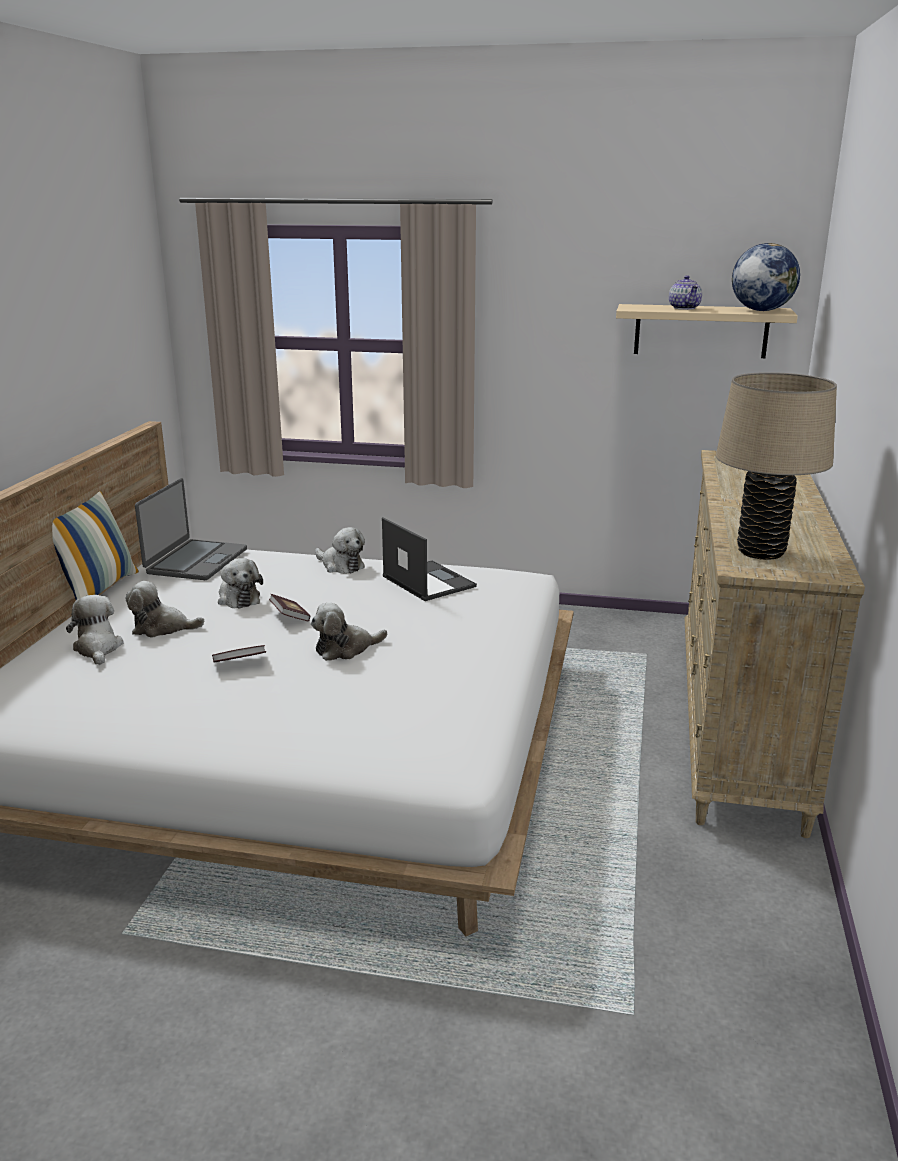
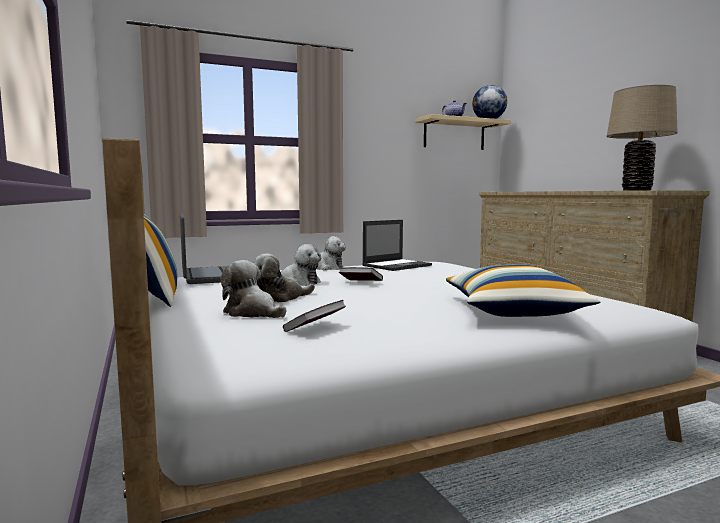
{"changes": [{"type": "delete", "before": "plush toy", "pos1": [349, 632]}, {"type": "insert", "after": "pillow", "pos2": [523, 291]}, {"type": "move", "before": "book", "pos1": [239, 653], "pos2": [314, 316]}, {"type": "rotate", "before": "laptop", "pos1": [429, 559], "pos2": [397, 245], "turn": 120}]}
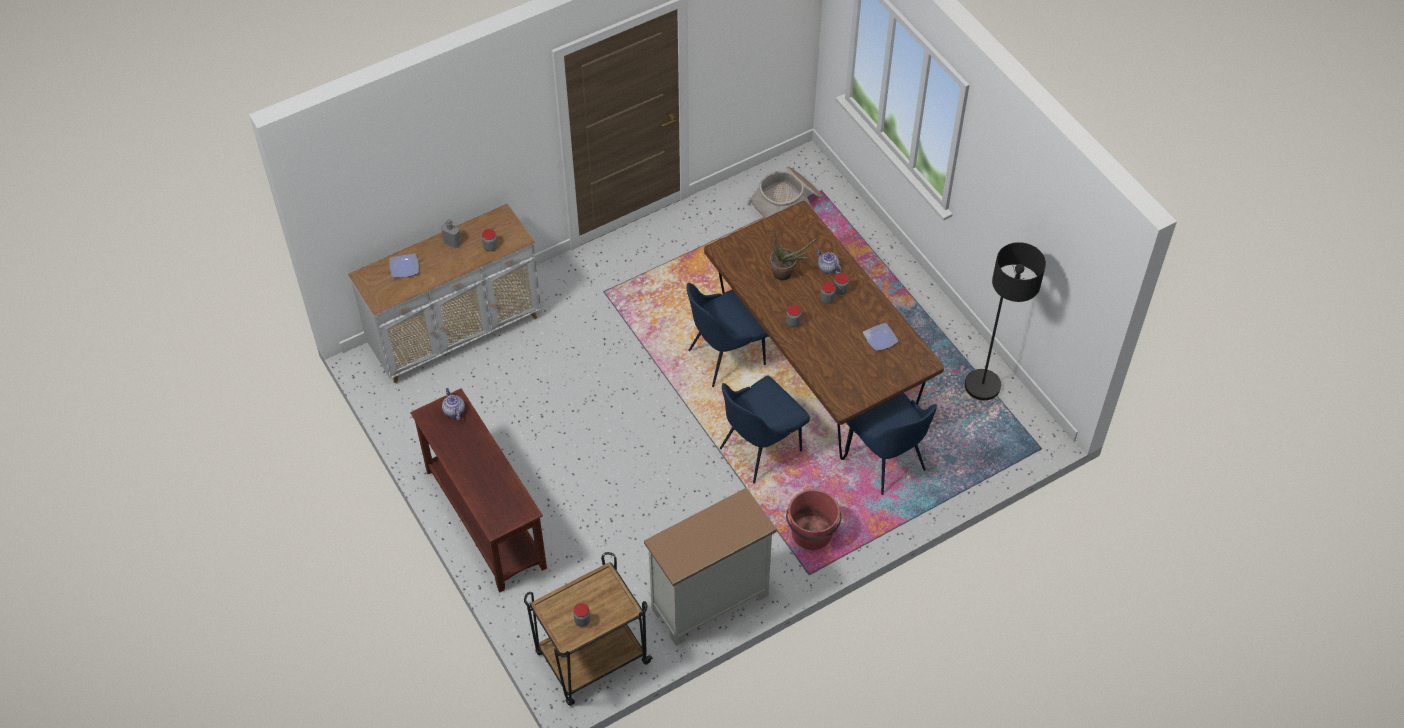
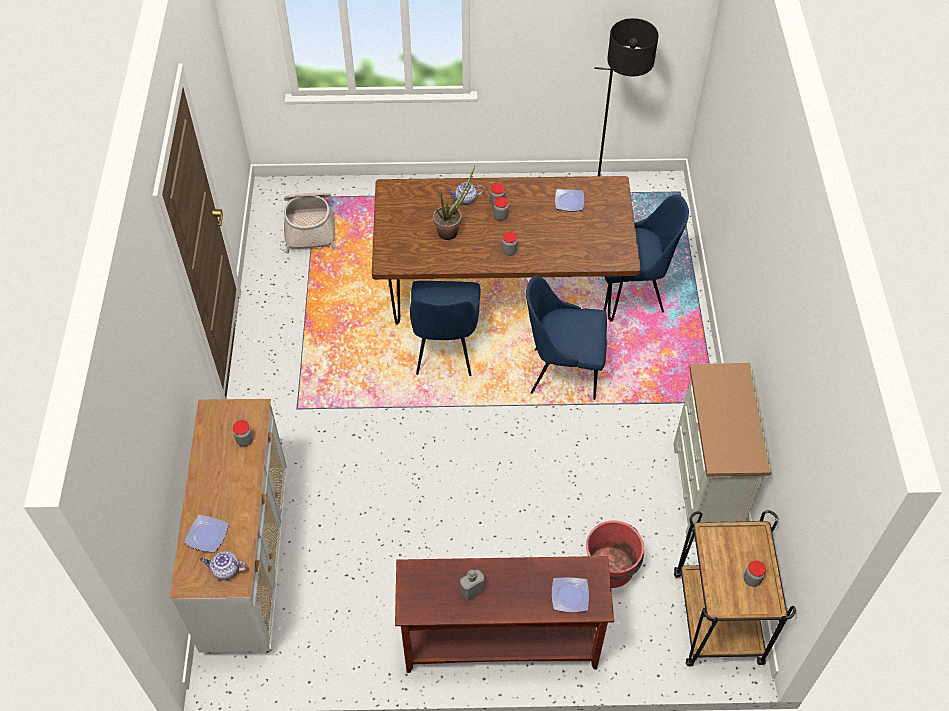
{"changes": [{"type": "insert", "after": "plate", "pos2": [570, 595]}, {"type": "move", "before": "grey bottle", "pos1": [451, 233], "pos2": [472, 585]}, {"type": "move", "before": "teapot", "pos1": [453, 404], "pos2": [223, 565]}, {"type": "move", "before": "red bucket", "pos1": [814, 519], "pos2": [615, 554]}, {"type": "rotate", "before": "blue chair", "pos1": [765, 429], "pos2": [566, 338], "turn": 105}]}
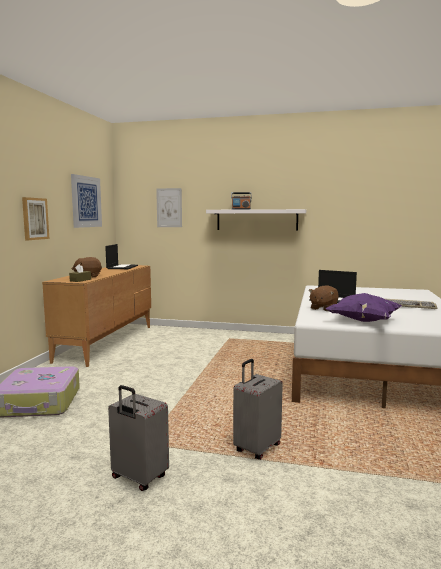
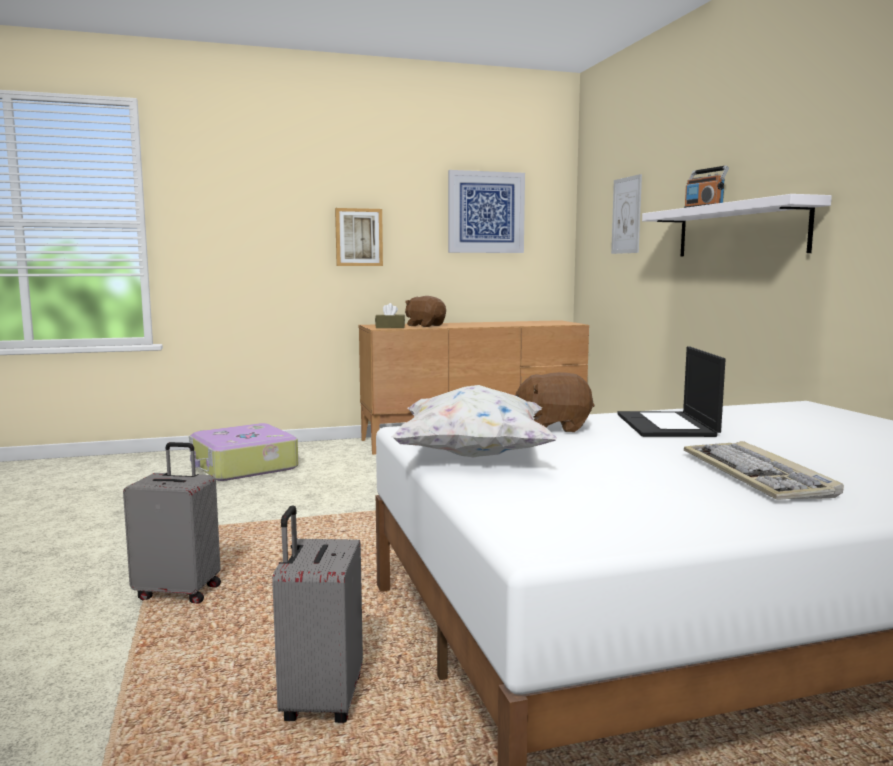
{"changes": [{"type": "delete", "before": "laptop", "pos1": [121, 256]}, {"type": "move", "before": "grey suitcase", "pos1": [138, 438], "pos2": [317, 614]}, {"type": "recolor", "before": "purple pillow", "after": "white pillow", "pos1": [363, 307], "pos2": [474, 421]}]}
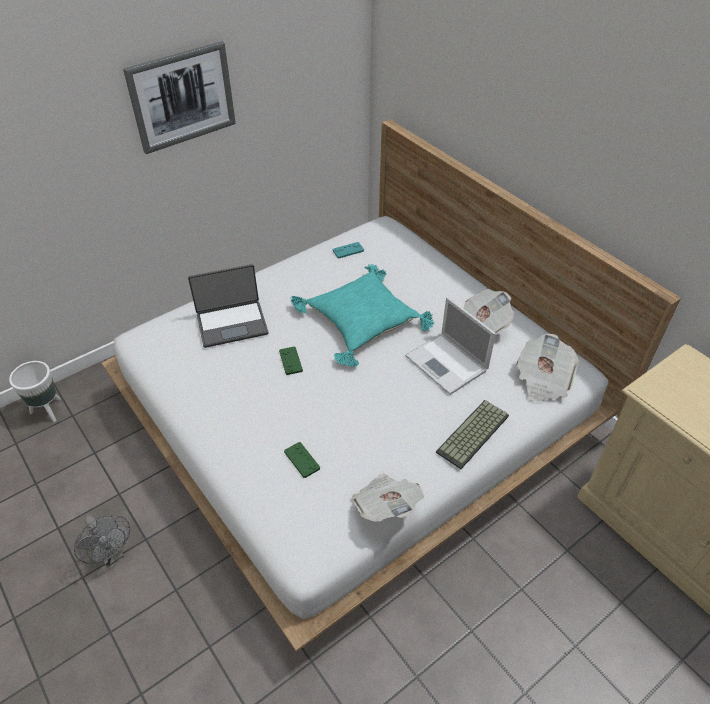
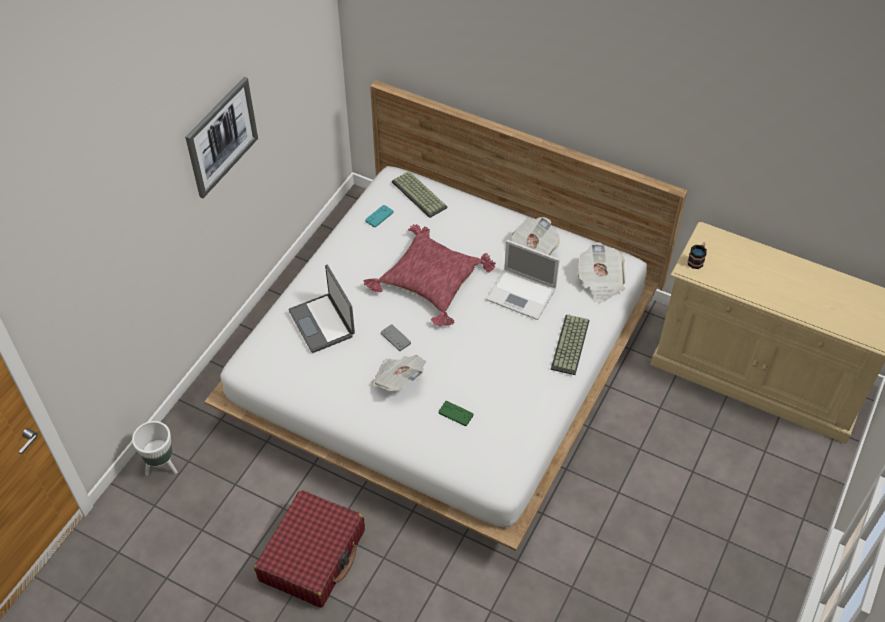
{"changes": [{"type": "insert", "after": "keyboard", "pos2": [419, 194]}, {"type": "insert", "after": "mug", "pos2": [697, 255]}, {"type": "move", "before": "newspaper", "pos1": [388, 498], "pos2": [399, 373]}, {"type": "replace", "before": "grey fan", "after": "red suitcase", "pos1": [102, 541], "pos2": [309, 549]}, {"type": "recolor", "before": "green game controller", "after": "grey game controller", "pos1": [291, 360], "pos2": [396, 337]}, {"type": "recolor", "before": "turquoise pillow", "after": "red pillow", "pos1": [363, 315], "pos2": [430, 275]}, {"type": "rotate", "before": "laptop", "pos1": [228, 306], "pos2": [321, 309], "turn": 105}]}
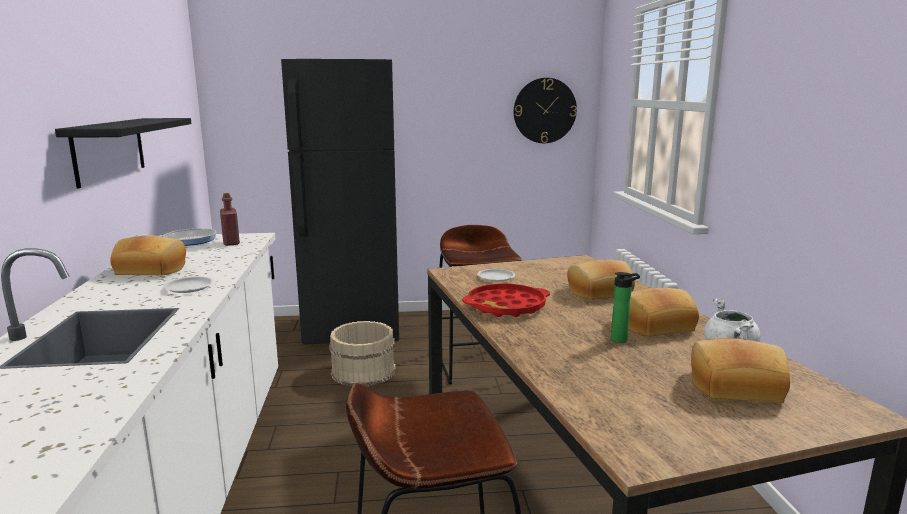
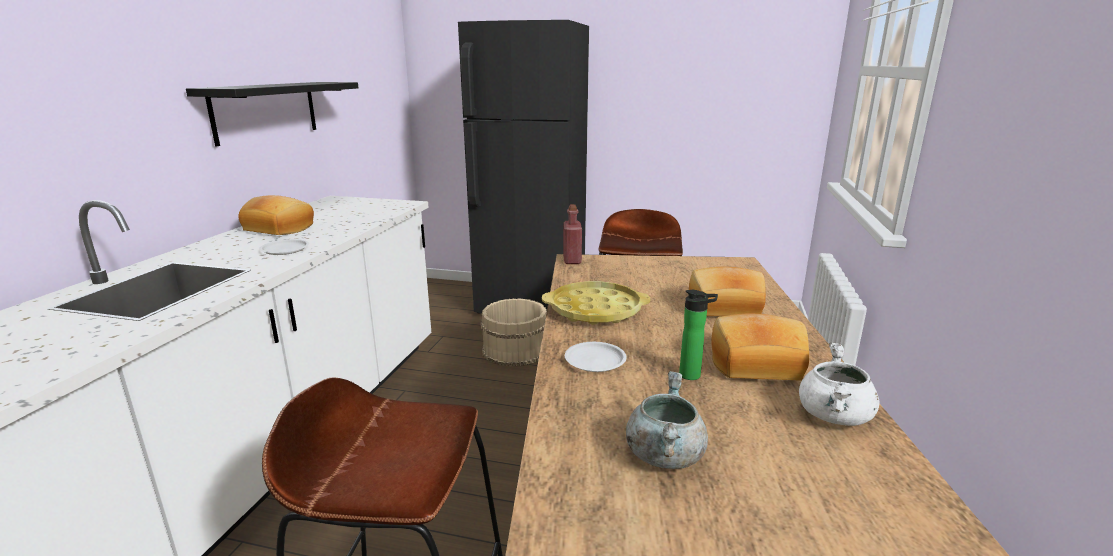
{"changes": [{"type": "delete", "before": "frying pan", "pos1": [175, 237]}, {"type": "delete", "before": "wall clock", "pos1": [545, 110]}, {"type": "delete", "before": "bread", "pos1": [740, 370]}, {"type": "insert", "after": "grey cooking pot", "pos2": [667, 420]}, {"type": "move", "before": "red bottle", "pos1": [230, 219], "pos2": [572, 234]}, {"type": "move", "before": "white plate", "pos1": [496, 275], "pos2": [596, 357]}, {"type": "recolor", "before": "red tray", "after": "yellow tray", "pos1": [506, 300], "pos2": [596, 303]}]}
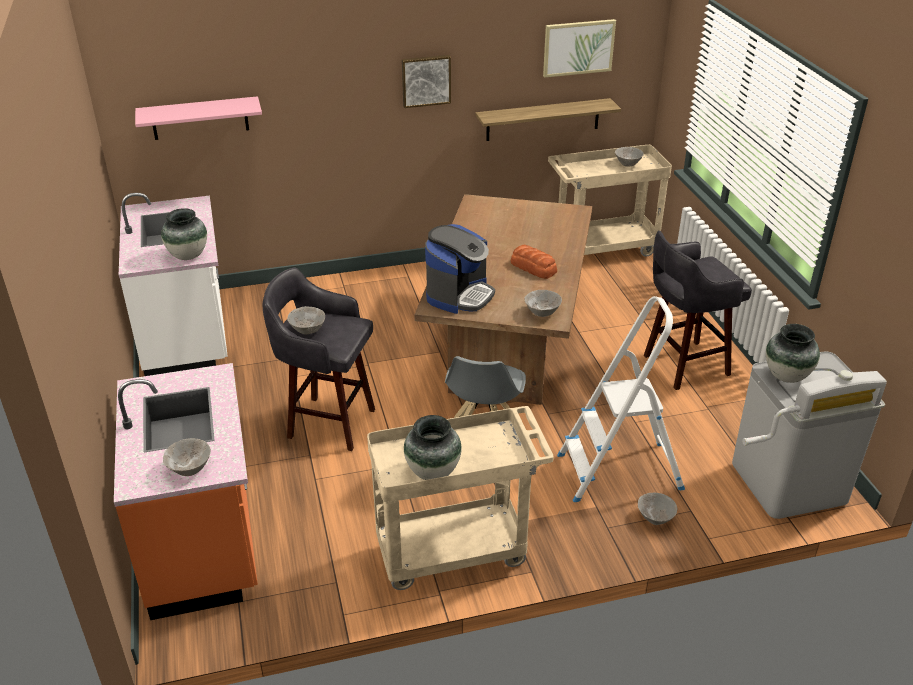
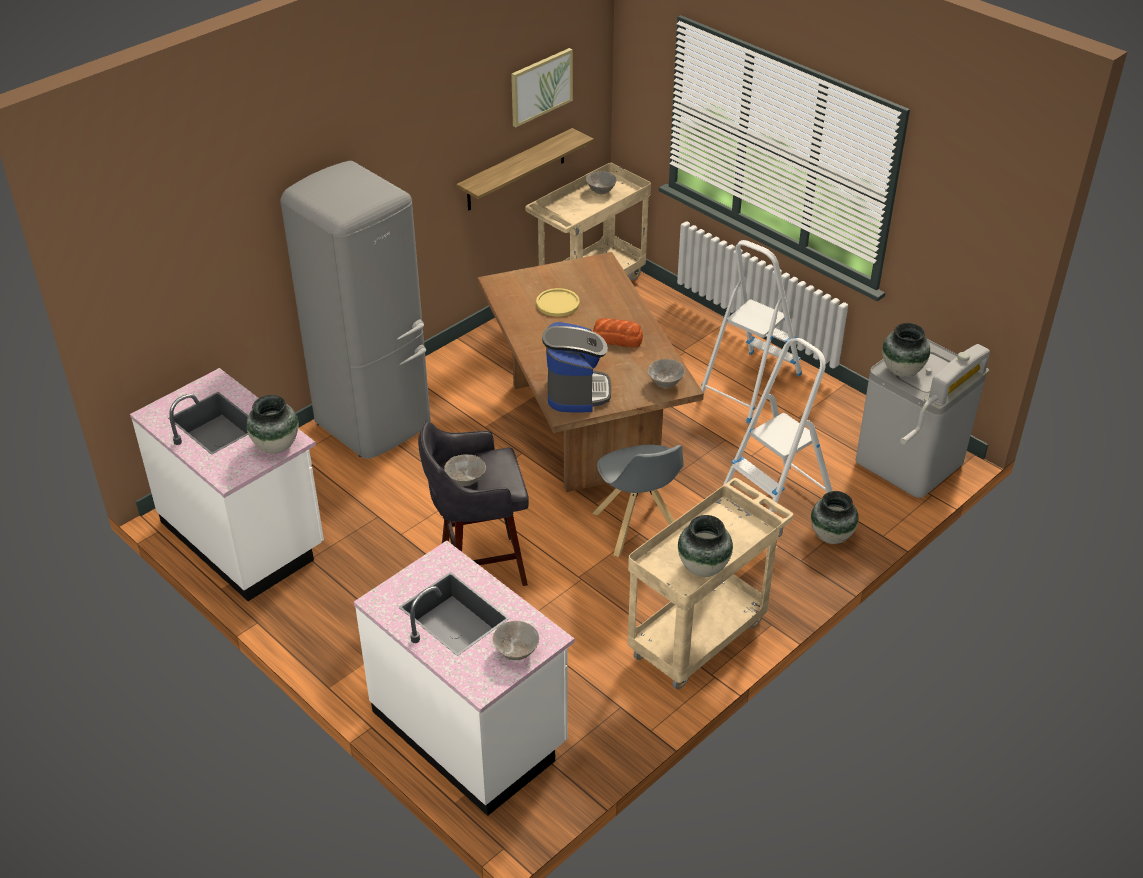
{"changes": [{"type": "delete", "before": "pink shelf", "pos1": [198, 118]}, {"type": "delete", "before": "picture", "pos1": [426, 81]}, {"type": "insert", "after": "grey fridge", "pos2": [355, 310]}, {"type": "insert", "after": "yellow plate", "pos2": [558, 302]}, {"type": "replace", "before": "grey bowl", "after": "vase", "pos1": [657, 509], "pos2": [835, 517]}, {"type": "replace", "before": "grey stool", "after": "white step ladder", "pos1": [698, 310], "pos2": [751, 331]}, {"type": "recolor", "before": "orange counter", "after": "white counter", "pos1": [186, 491], "pos2": [464, 678]}]}
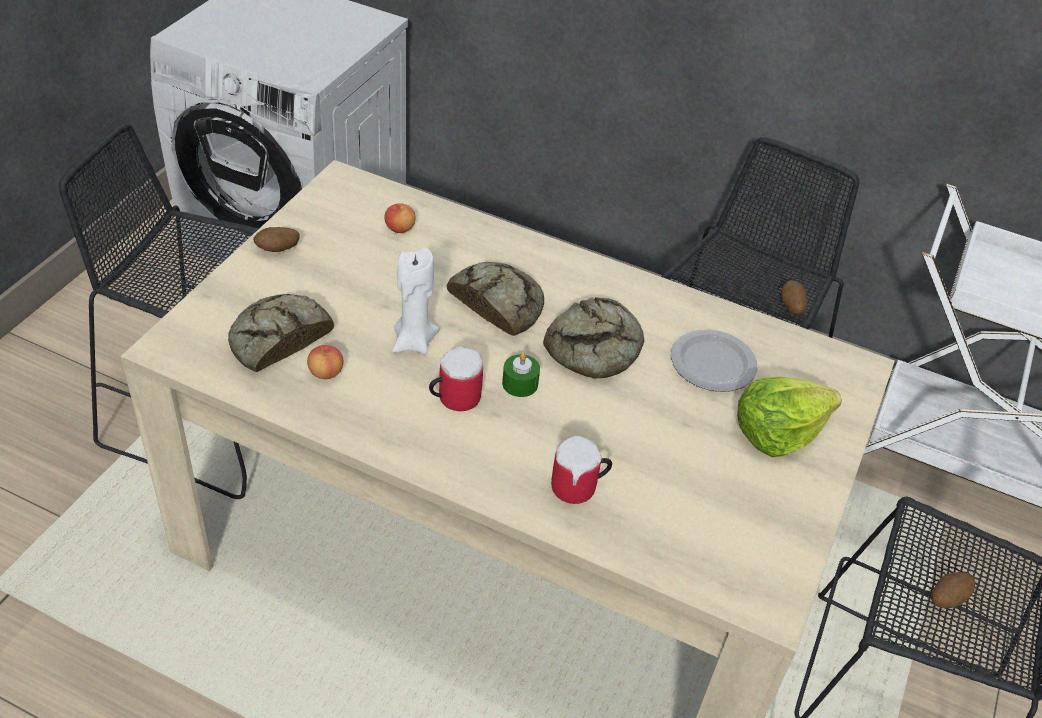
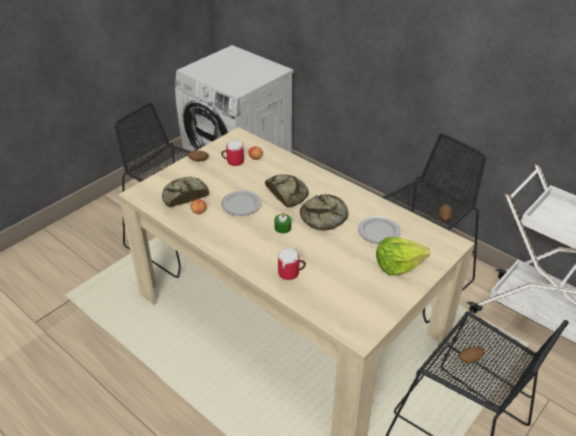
{"changes": [{"type": "move", "before": "mug", "pos1": [456, 378], "pos2": [232, 153]}, {"type": "replace", "before": "white candle", "after": "plate", "pos1": [416, 301], "pos2": [241, 203]}]}
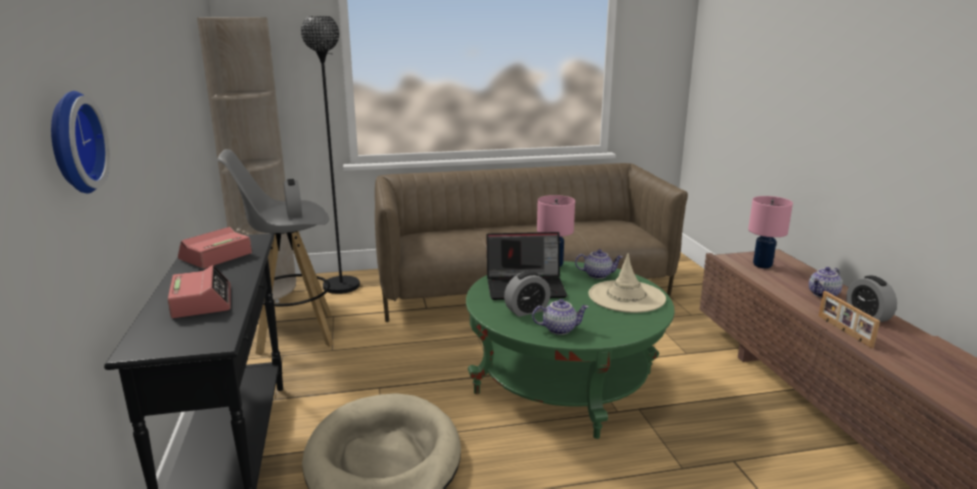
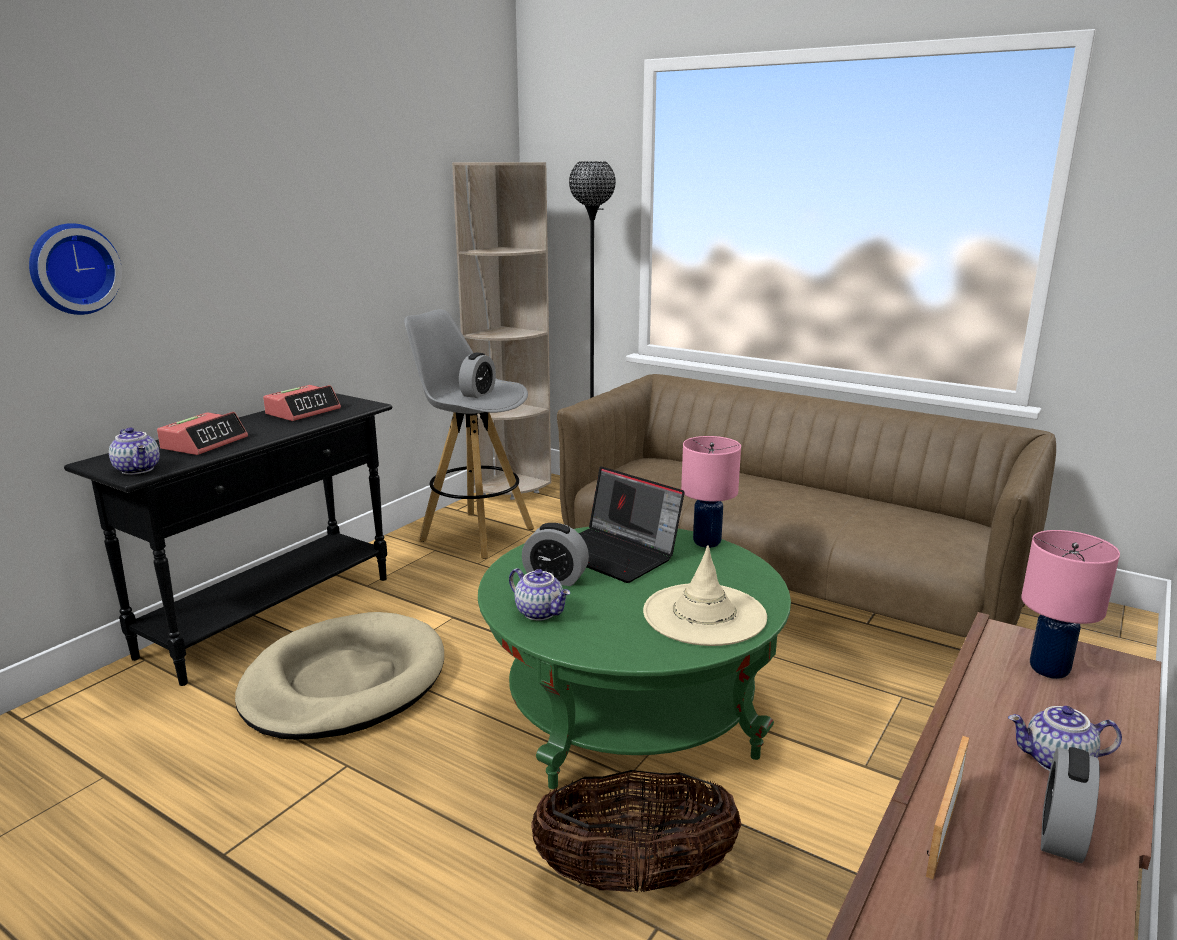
{"changes": [{"type": "insert", "after": "basket", "pos2": [636, 831]}, {"type": "move", "before": "teapot", "pos1": [599, 264], "pos2": [134, 451]}, {"type": "rotate", "before": "alarm clock", "pos1": [215, 248], "pos2": [302, 403], "turn": 135}]}
